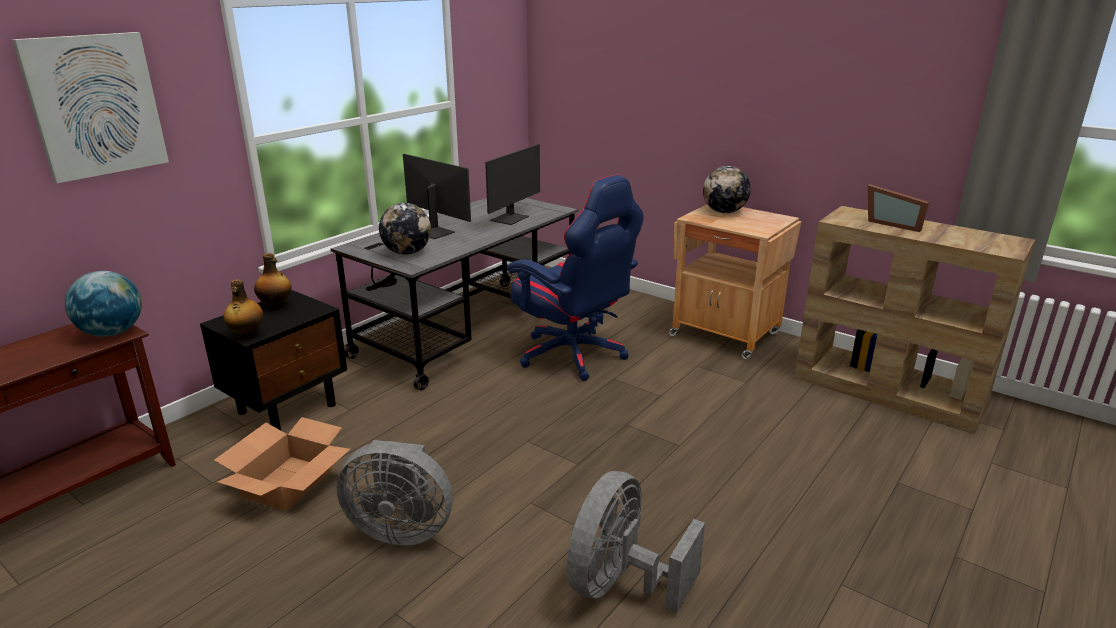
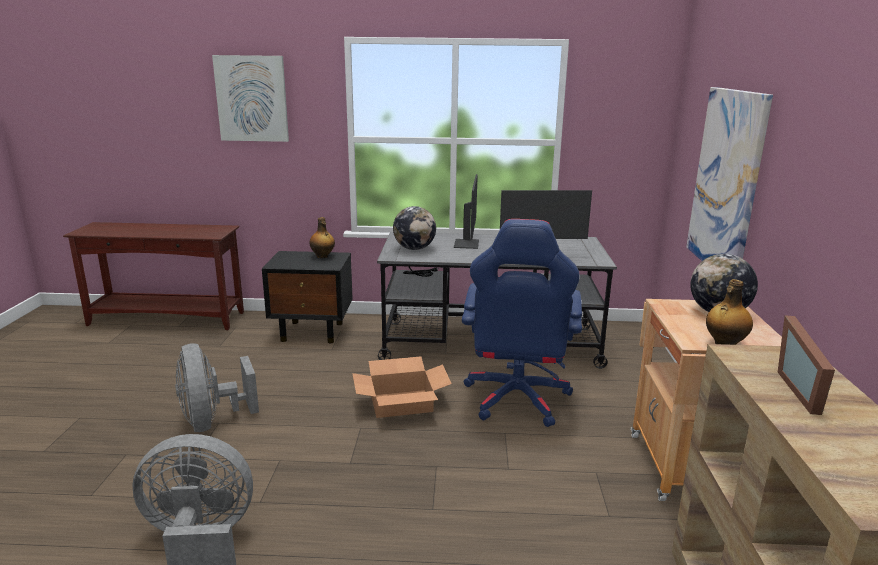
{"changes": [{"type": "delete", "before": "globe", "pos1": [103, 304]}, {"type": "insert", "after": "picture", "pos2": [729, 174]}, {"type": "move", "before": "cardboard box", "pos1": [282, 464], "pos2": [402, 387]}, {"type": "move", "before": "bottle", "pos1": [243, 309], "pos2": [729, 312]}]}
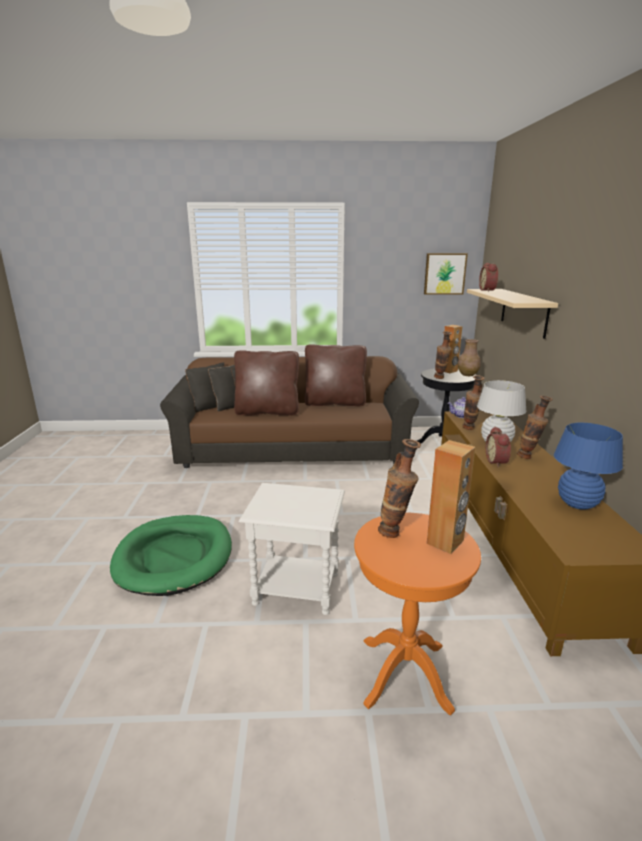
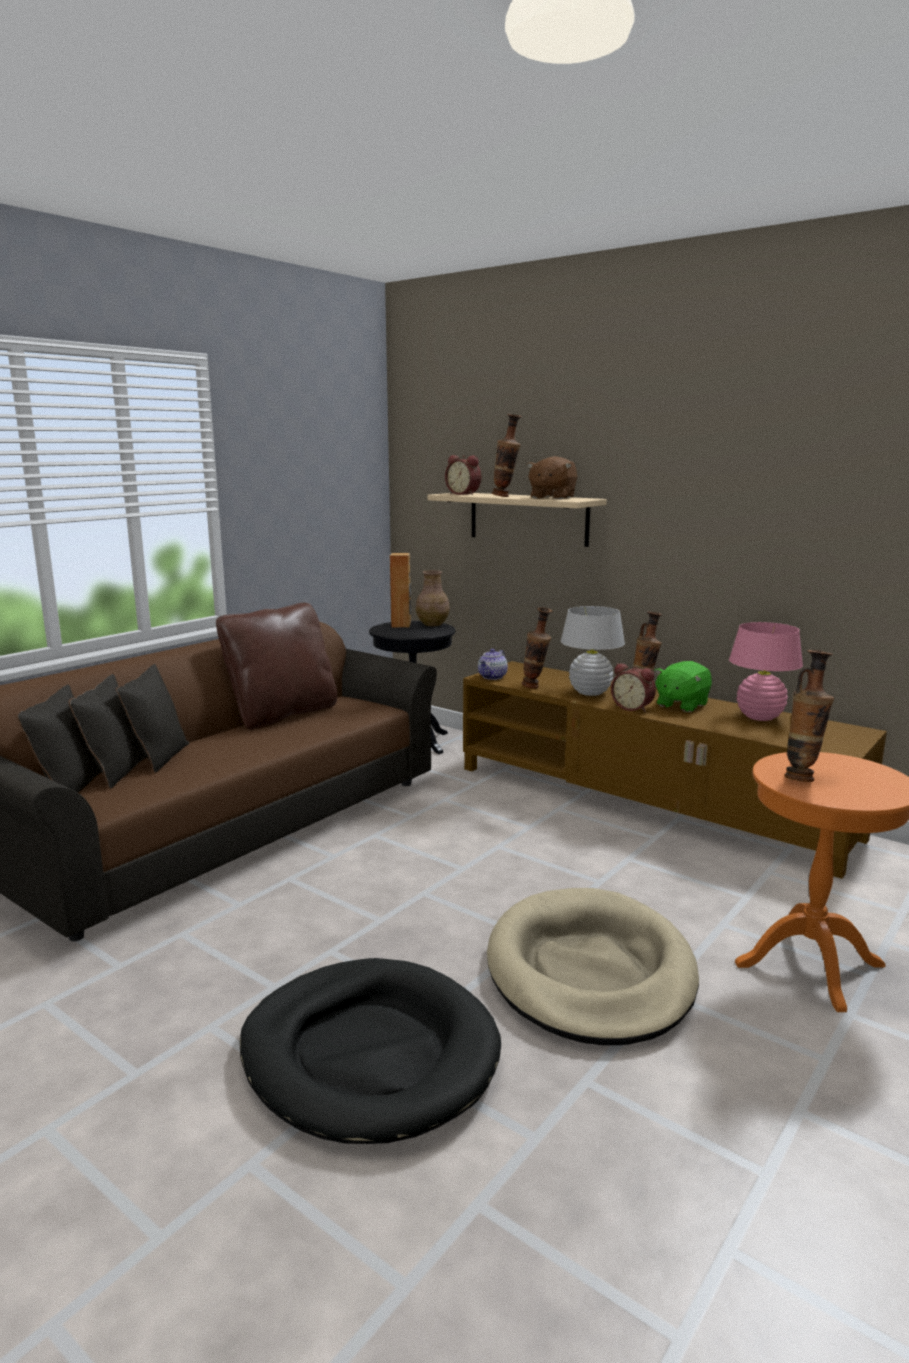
{"changes": [{"type": "delete", "before": "brown pillow", "pos1": [266, 383]}, {"type": "delete", "before": "picture", "pos1": [446, 274]}, {"type": "delete", "before": "brown speaker", "pos1": [451, 497]}, {"type": "insert", "after": "brown plush toy", "pos2": [552, 477]}, {"type": "insert", "after": "green plush toy", "pos2": [683, 686]}, {"type": "move", "before": "vase", "pos1": [443, 355], "pos2": [507, 455]}, {"type": "replace", "before": "white side table", "after": "beige dog bed", "pos1": [292, 549], "pos2": [593, 966]}, {"type": "recolor", "before": "green dog bed", "after": "black dog bed", "pos1": [171, 555], "pos2": [370, 1051]}, {"type": "recolor", "before": "blue table lamp", "after": "pink table lamp", "pos1": [588, 466], "pos2": [766, 671]}]}
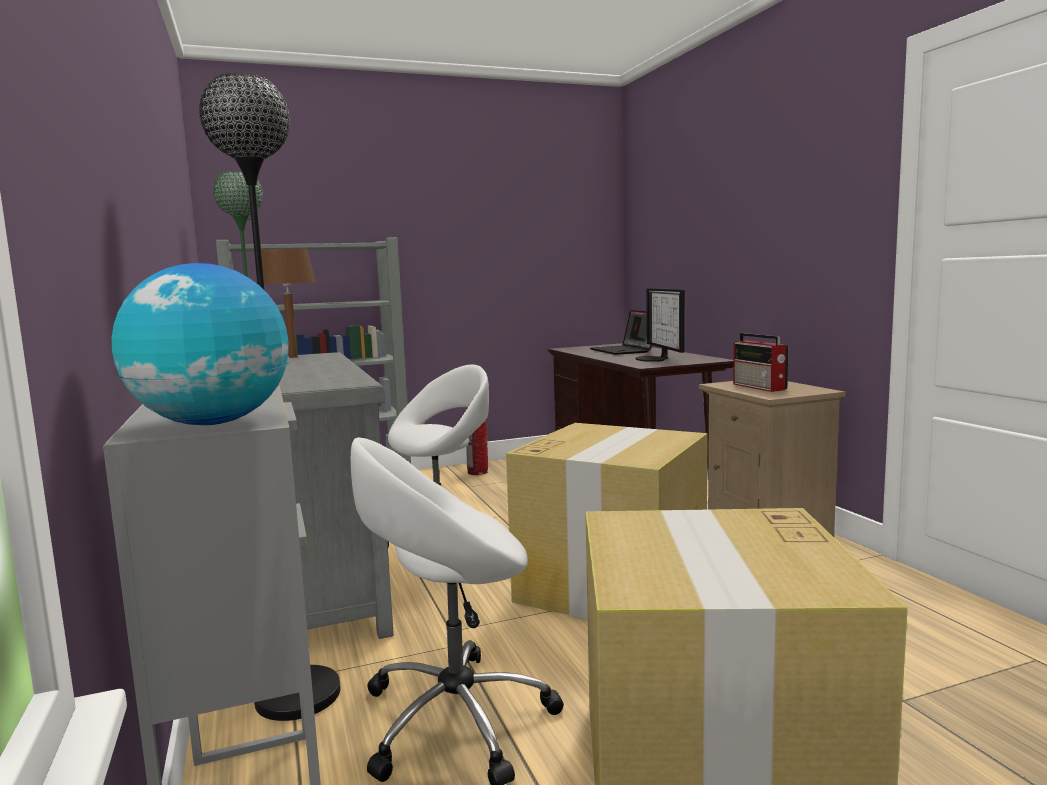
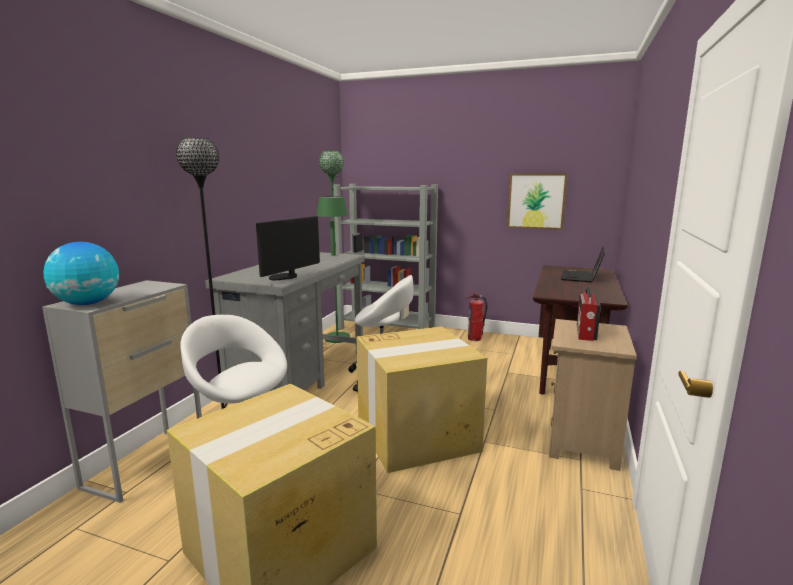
{"changes": [{"type": "insert", "after": "picture", "pos2": [537, 201]}, {"type": "move", "before": "monitor", "pos1": [660, 325], "pos2": [288, 248]}, {"type": "recolor", "before": "brown table lamp", "after": "green table lamp", "pos1": [288, 303], "pos2": [332, 226]}]}
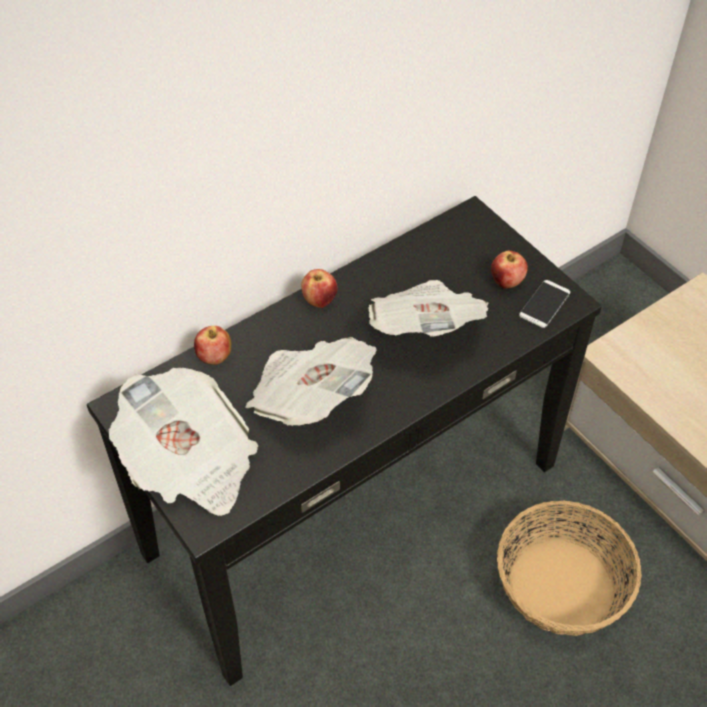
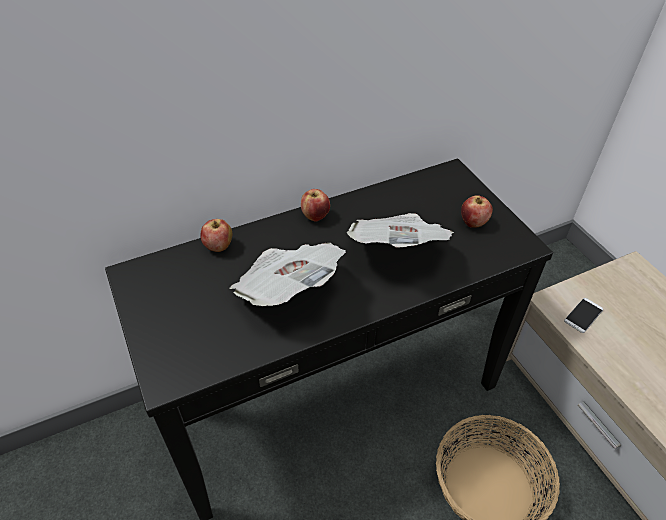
{"changes": [{"type": "delete", "before": "newspaper", "pos1": [183, 442]}, {"type": "move", "before": "phone", "pos1": [544, 304], "pos2": [583, 315]}]}
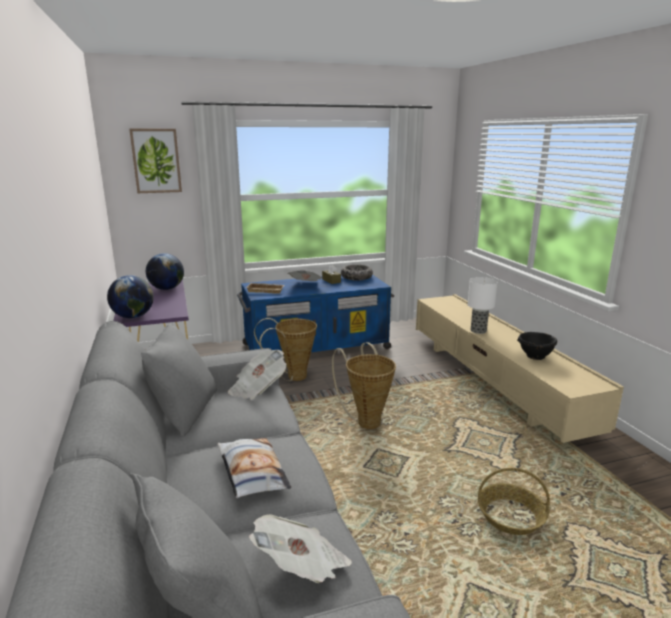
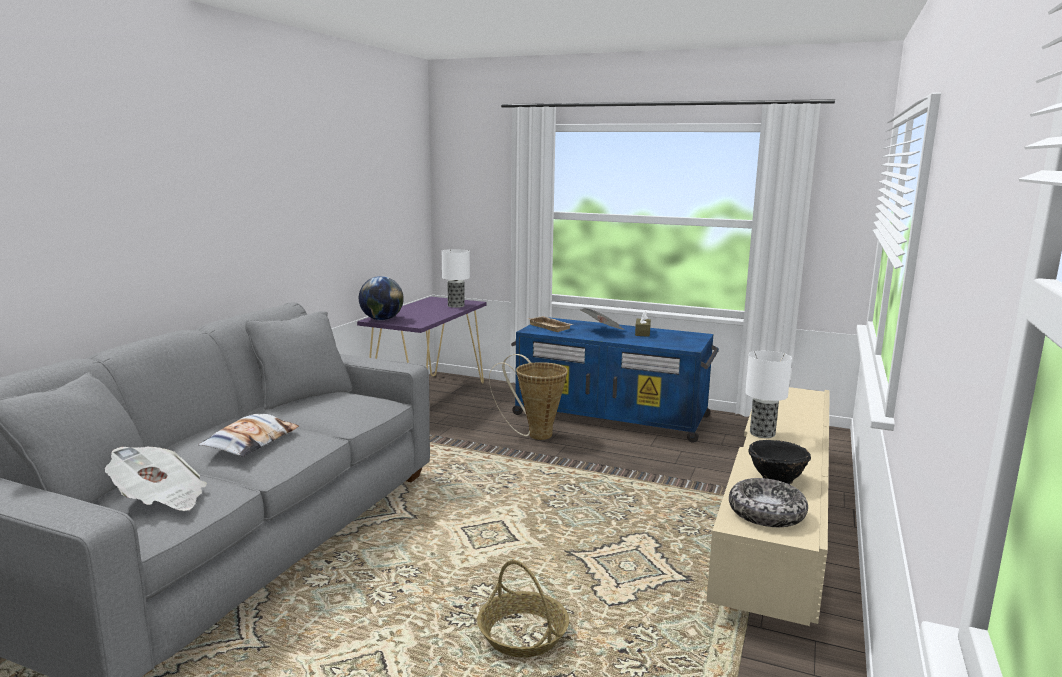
{"changes": [{"type": "delete", "before": "picture", "pos1": [155, 161]}, {"type": "delete", "before": "newspaper", "pos1": [257, 374]}, {"type": "delete", "before": "basket", "pos1": [364, 385]}, {"type": "move", "before": "bowl", "pos1": [357, 273], "pos2": [768, 502]}, {"type": "replace", "before": "globe", "after": "table lamp", "pos1": [165, 271], "pos2": [456, 278]}]}
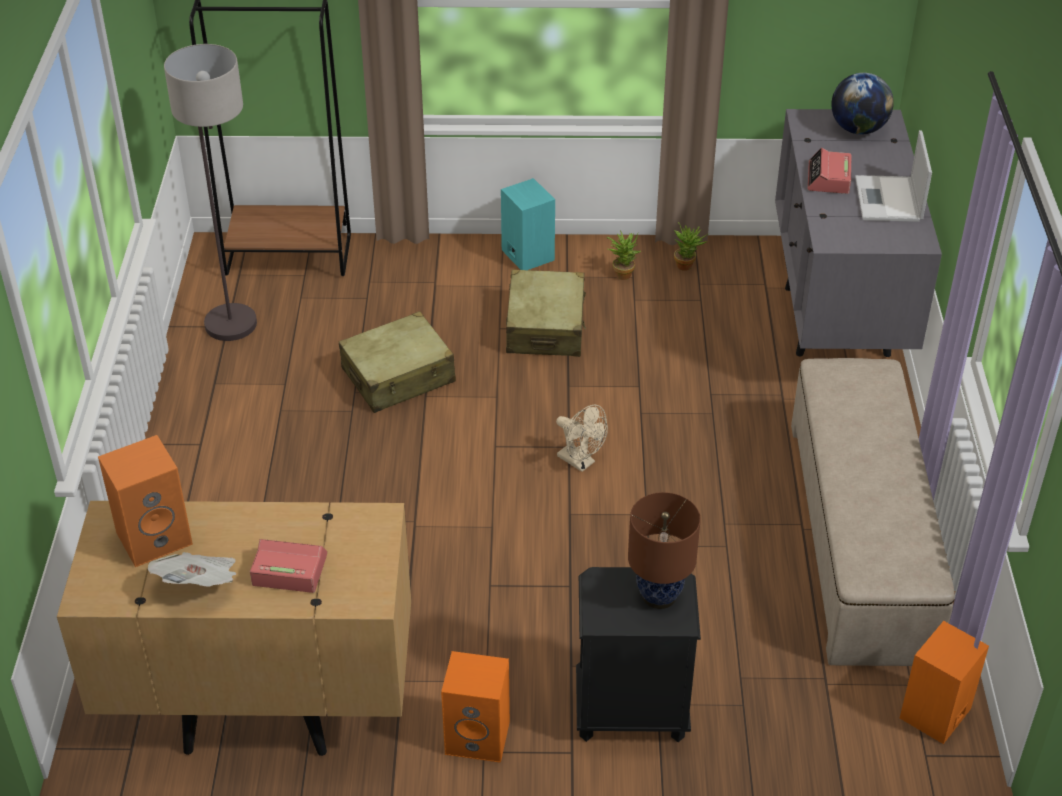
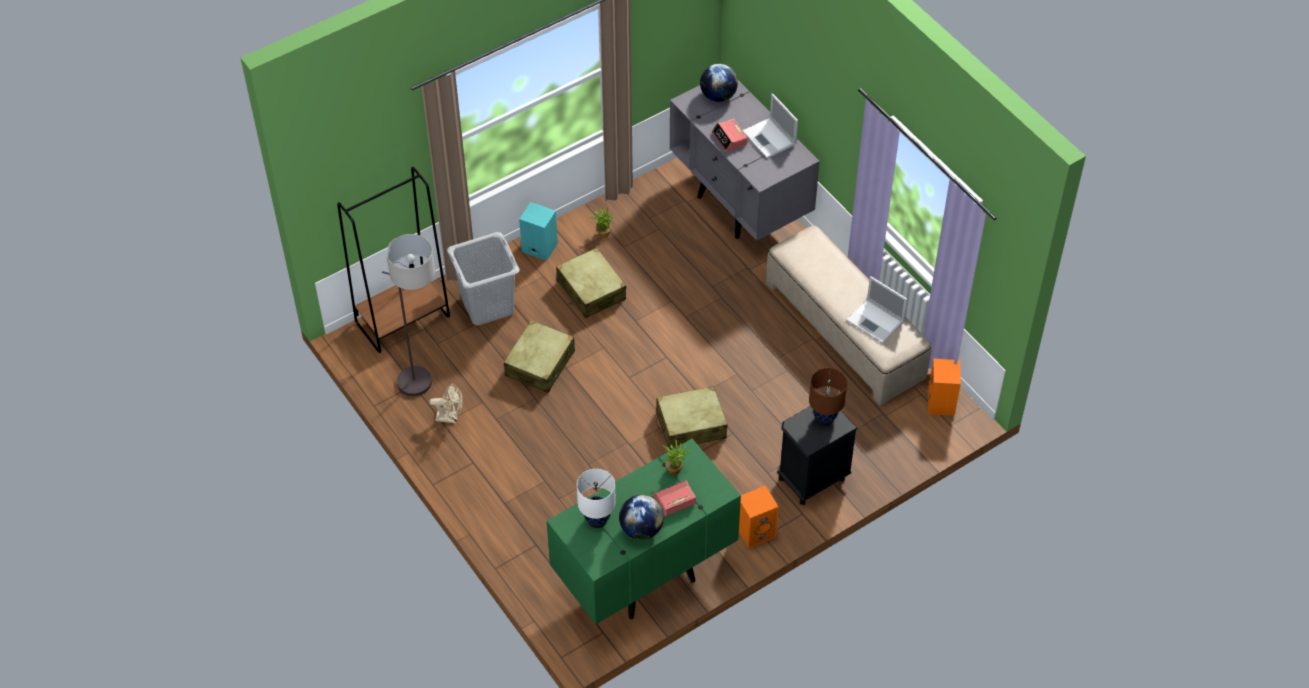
{"changes": [{"type": "insert", "after": "grey laundry basket", "pos2": [483, 278]}, {"type": "insert", "after": "beige suitcase", "pos2": [692, 418]}, {"type": "insert", "after": "laptop", "pos2": [877, 309]}, {"type": "move", "before": "beige fan", "pos1": [582, 438], "pos2": [446, 404]}, {"type": "move", "before": "potted plant", "pos1": [691, 246], "pos2": [676, 457]}, {"type": "replace", "before": "orange speaker", "after": "white table lamp", "pos1": [145, 501], "pos2": [596, 498]}, {"type": "replace", "before": "newspaper", "after": "globe", "pos1": [192, 569], "pos2": [641, 517]}, {"type": "recolor", "before": "beige dresser", "after": "green dresser", "pos1": [234, 628], "pos2": [644, 531]}]}
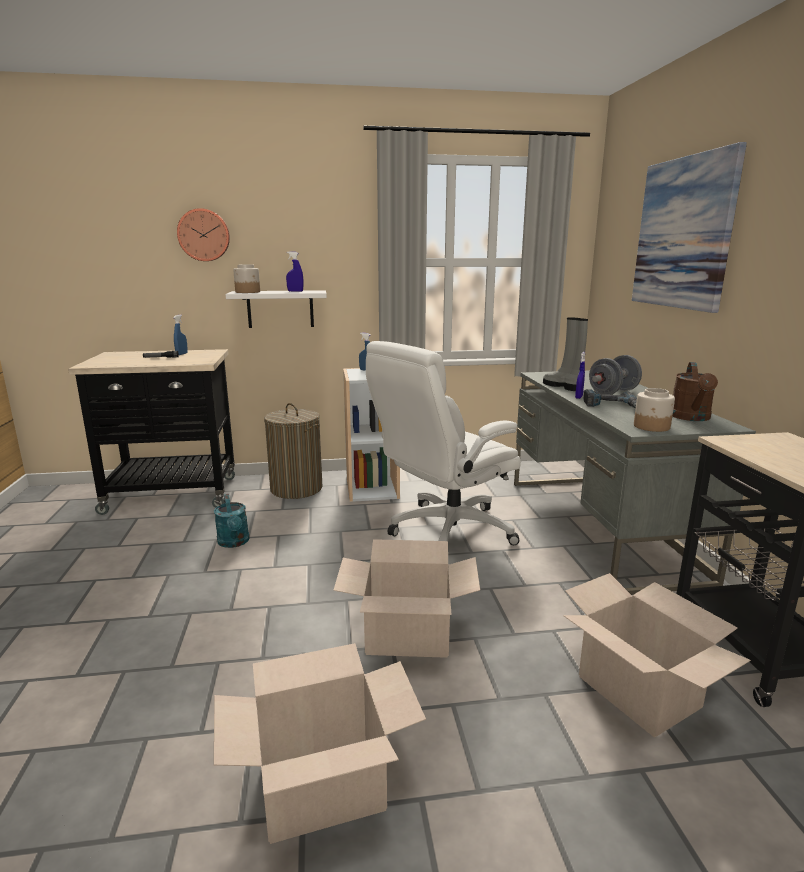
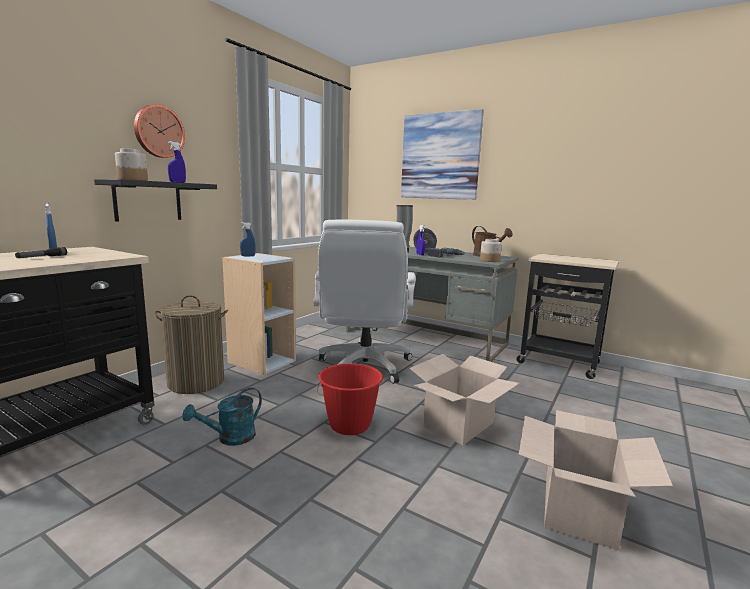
{"changes": [{"type": "delete", "before": "cardboard box", "pos1": [657, 655]}, {"type": "insert", "after": "red bucket", "pos2": [350, 399]}, {"type": "move", "before": "wall clock", "pos1": [203, 234], "pos2": [159, 131]}, {"type": "recolor", "before": "white shelf", "after": "black shelf", "pos1": [276, 309], "pos2": [155, 200]}, {"type": "rotate", "before": "turquoise watering can", "pos1": [232, 521], "pos2": [222, 416], "turn": 120}]}
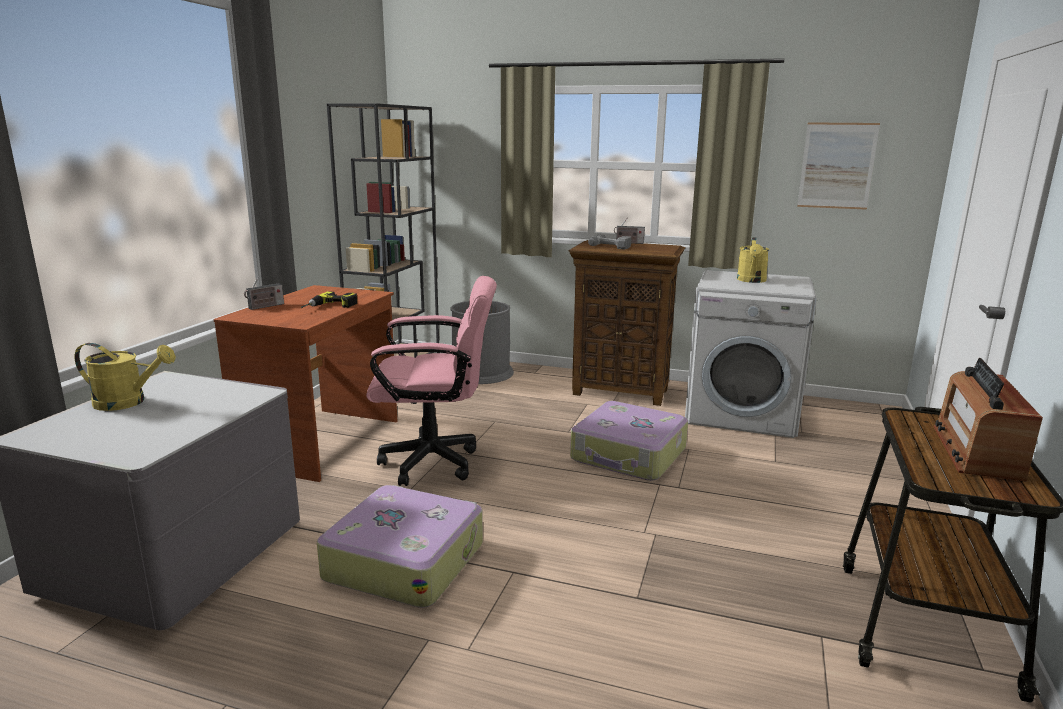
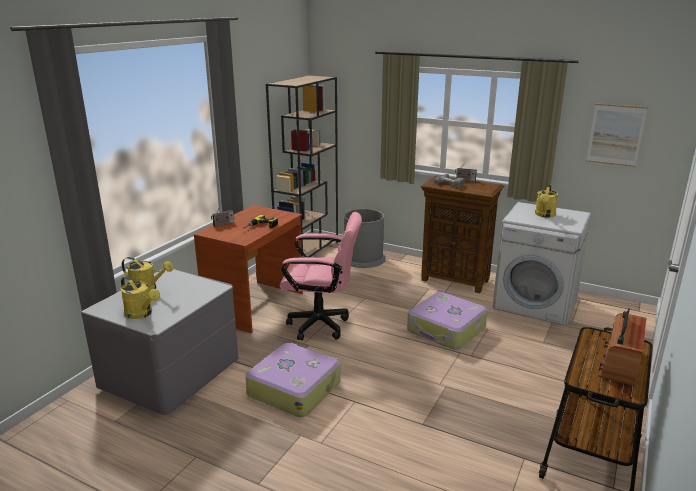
{"changes": [{"type": "insert", "after": "yellow watering can", "pos2": [140, 297]}]}
